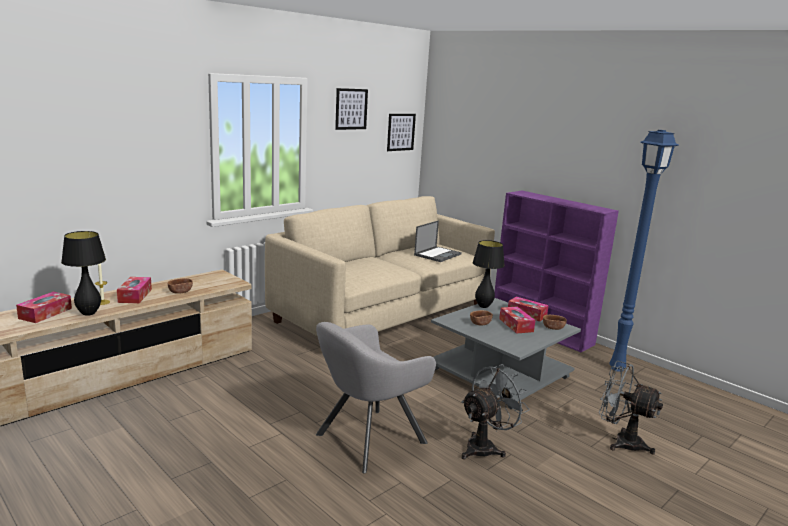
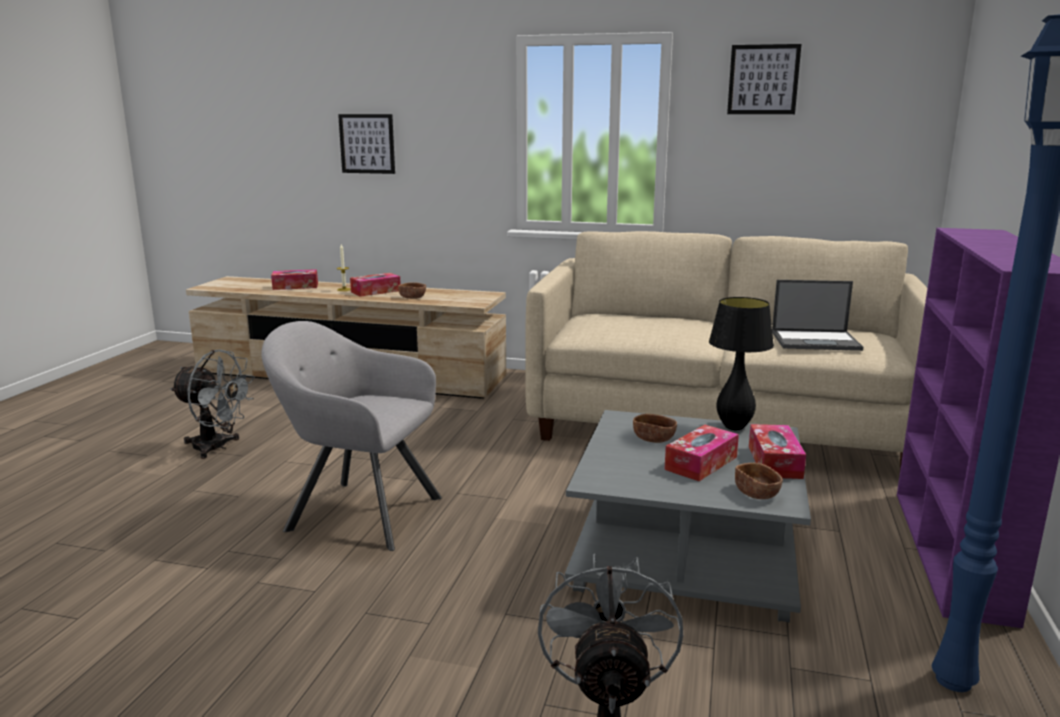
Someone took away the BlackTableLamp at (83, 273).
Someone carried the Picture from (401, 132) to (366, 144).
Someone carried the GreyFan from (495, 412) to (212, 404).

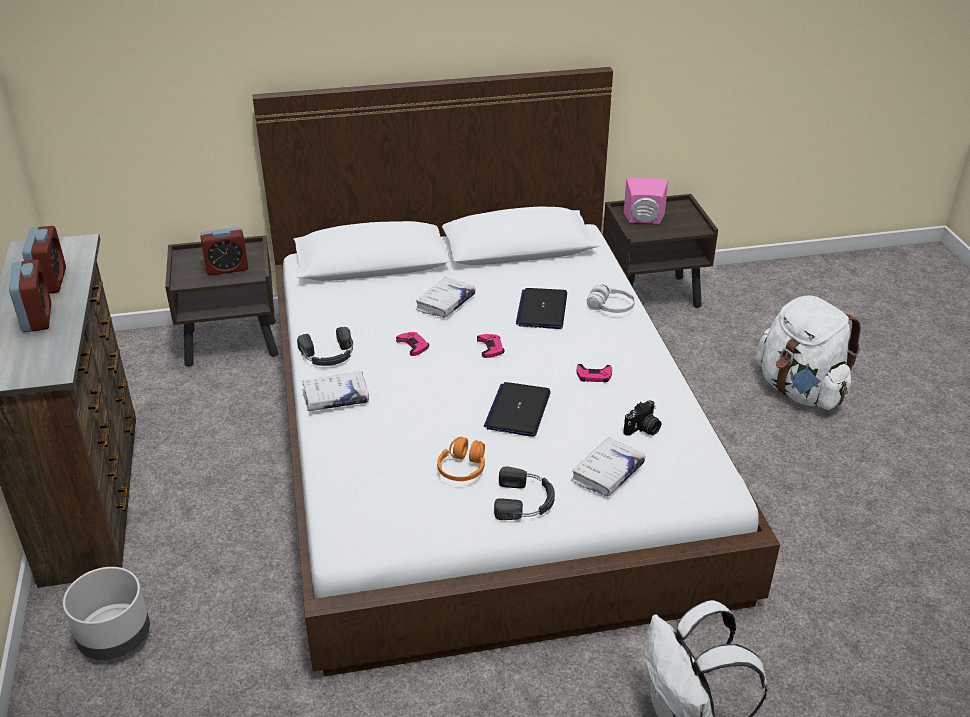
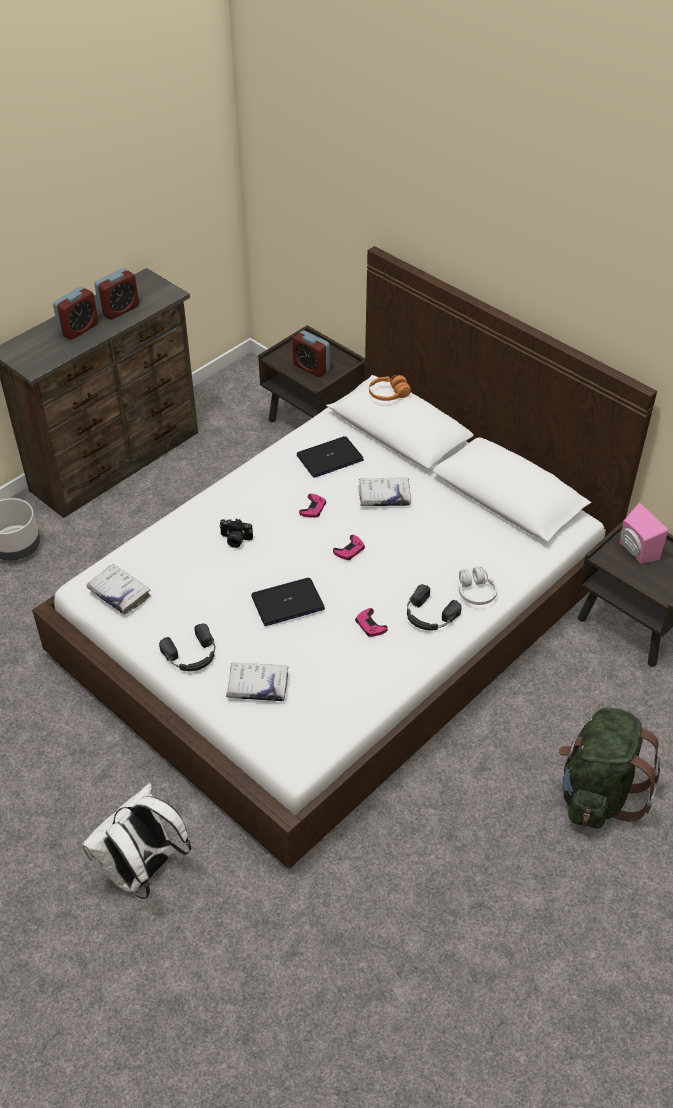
Someone carried the BlackHeadphones from (325, 346) to (434, 607).
Someone carried the WhiteBook from (335, 391) to (119, 589).
Someone carried the OrangeHeadphones from (461, 459) to (390, 388).
Someone carried the Laptop from (541, 308) to (330, 457).
Someone carried the PhotoCamera from (642, 418) to (236, 533).
Someone repainted the WhiteBackpack at (808, 352), which became the GreenBackpack at (610, 768).

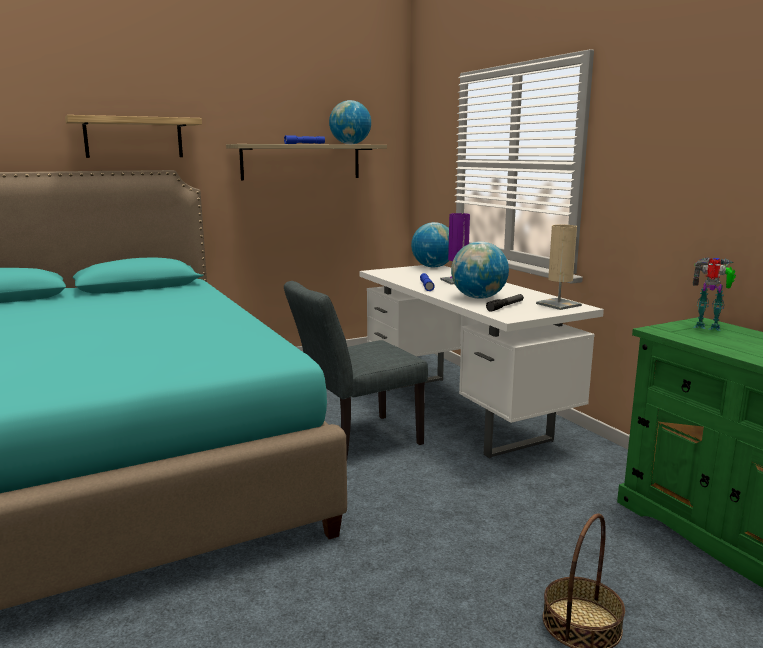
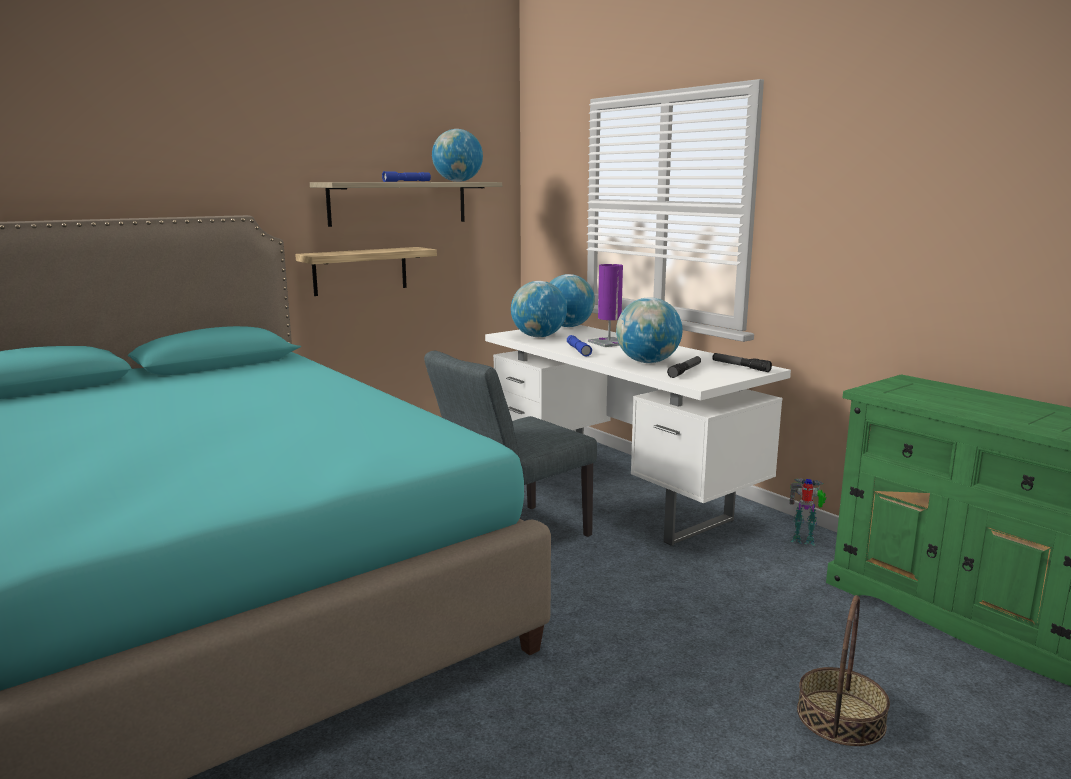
Someone put down the Globe at (539, 309).
Someone carried the Shelf from (133, 136) to (366, 271).
Someone carried the ToyRobot from (714, 294) to (808, 512).
Someone swapped the BeigeTableLamp at (559, 267) for the Flashlight at (742, 362).

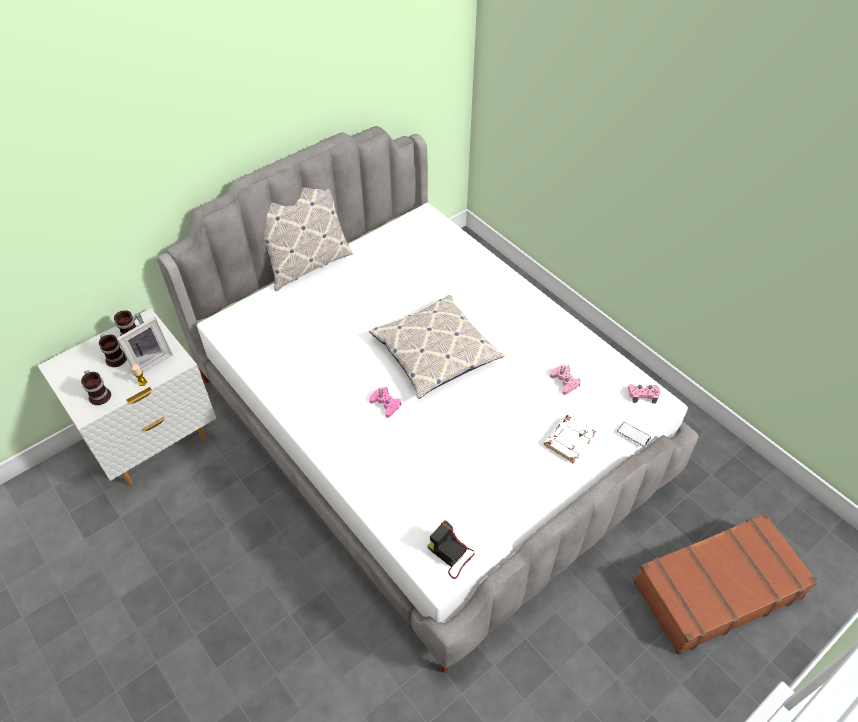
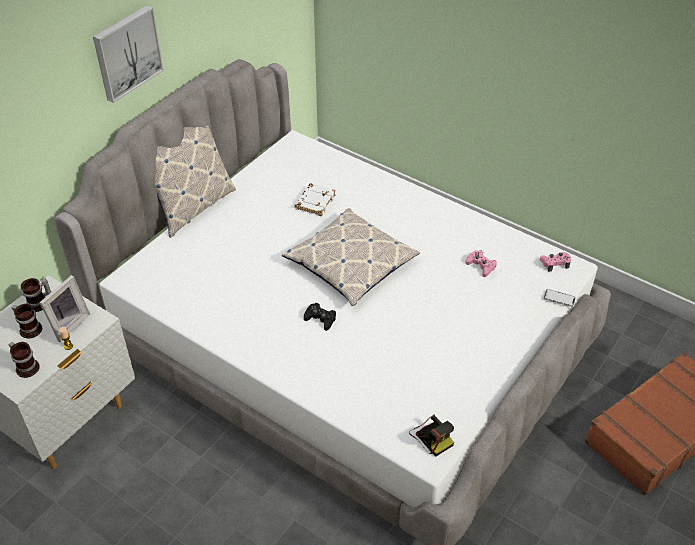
Someone put up the Picture at (128, 54).
Someone carried the WhiteBook from (569, 439) to (315, 200).
Someone repainted the PinkGameController at (385, 402), which became the BlackGameController at (320, 317).
Someone rotated the PhotoCamera at (451, 549) by 150 degrees counterclockwise.

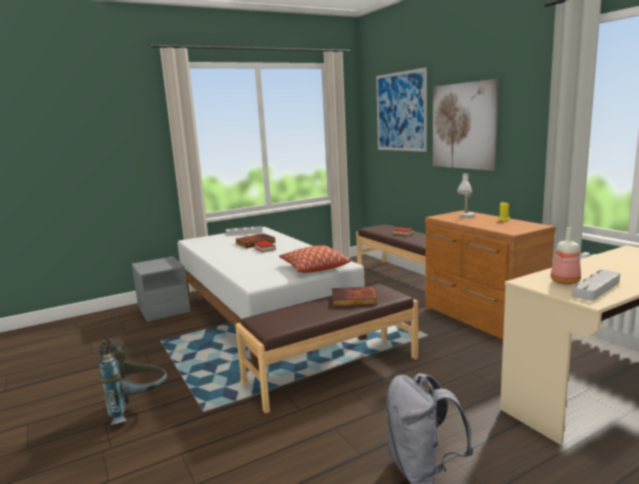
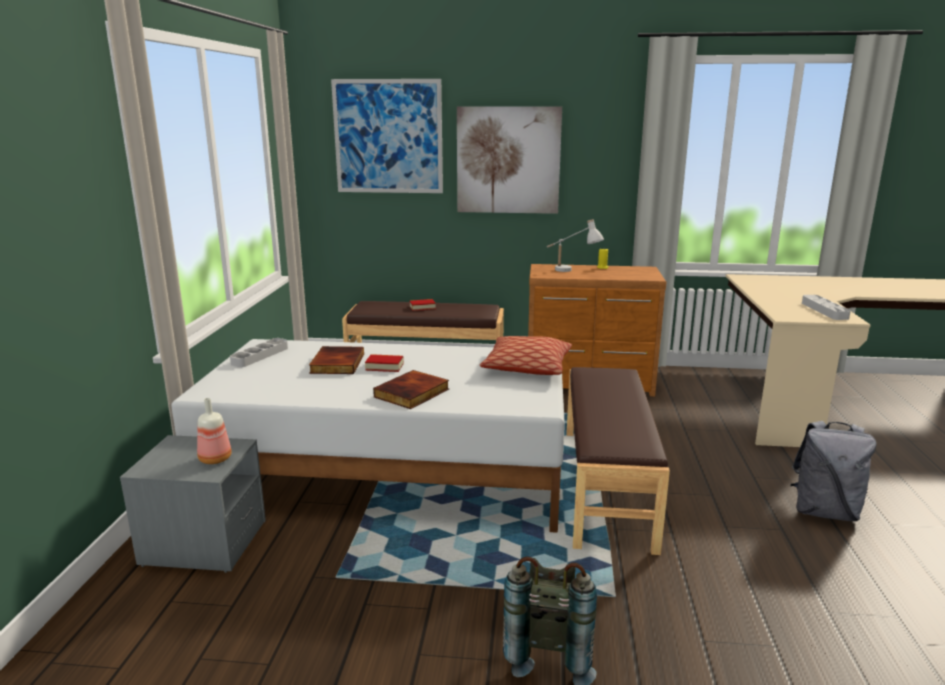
Someone carried the Book from (354, 296) to (411, 389).
Someone carried the Bottle from (566, 256) to (214, 431).

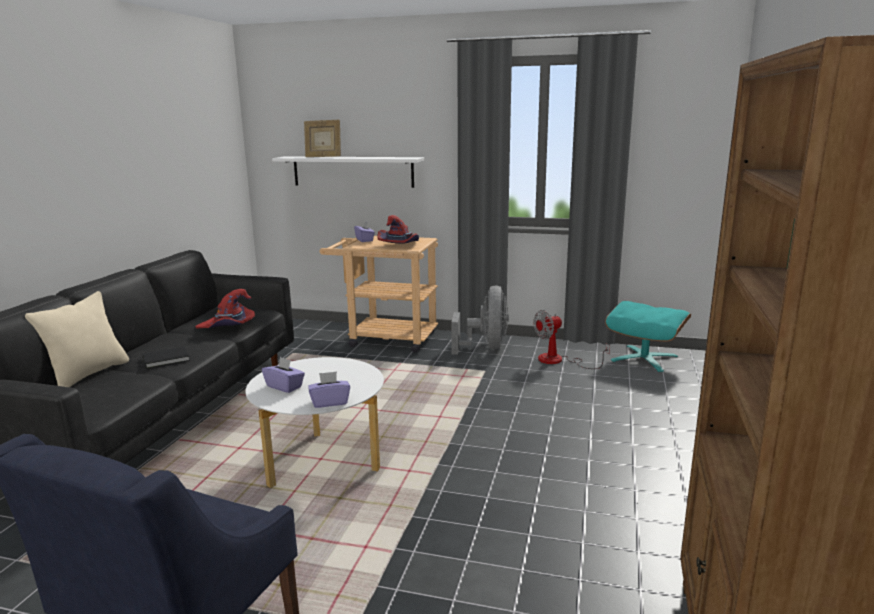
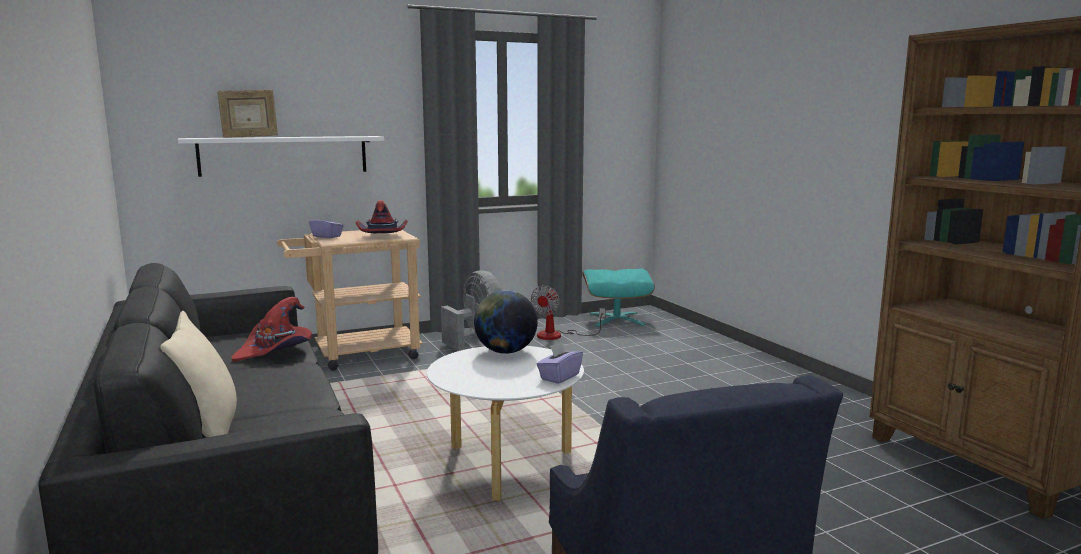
Someone took away the BlackBook at (166, 357).
Someone took away the PurpleTissueBox at (283, 375).
Someone put down the Globe at (506, 322).

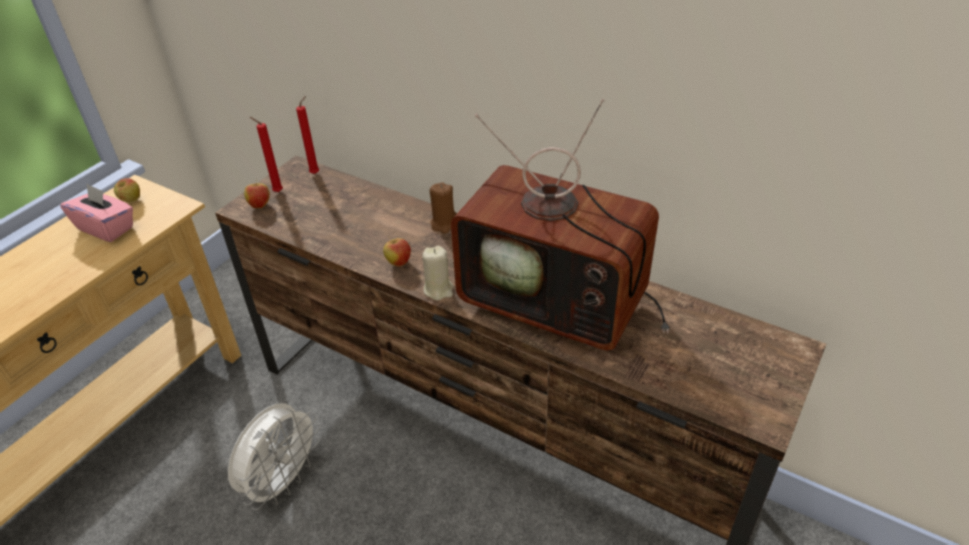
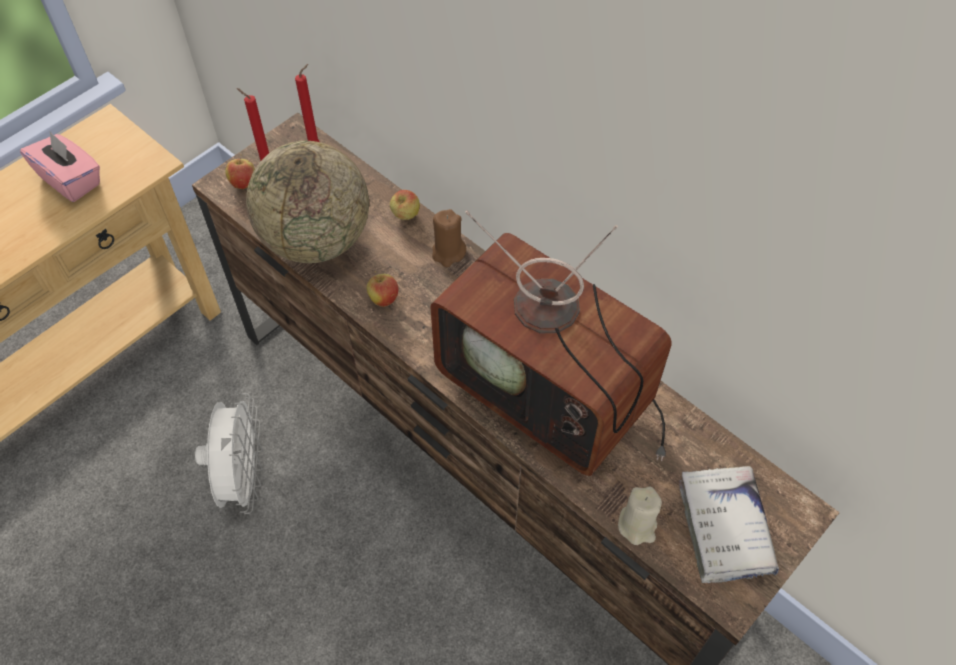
Someone put down the Globe at (307, 202).
Someone put down the WhiteBook at (729, 524).
Someone carried the Apple from (127, 190) to (405, 205).
Someone carried the BeigeCandle from (437, 273) to (640, 516).
Someone rotated the WhiteFan at (274, 456) by 45 degrees counterclockwise.

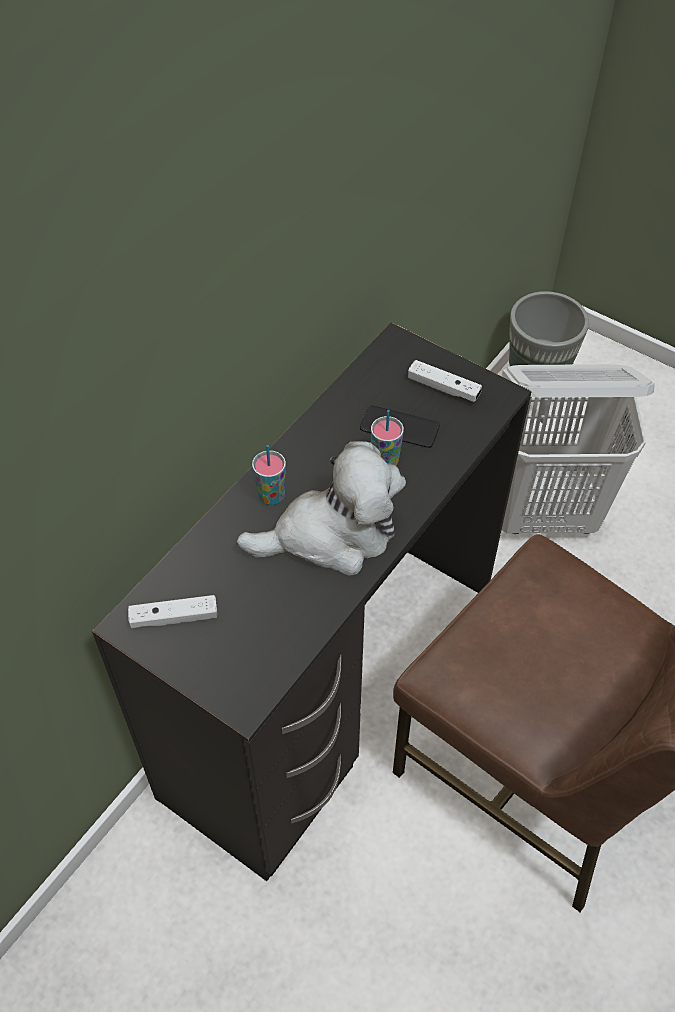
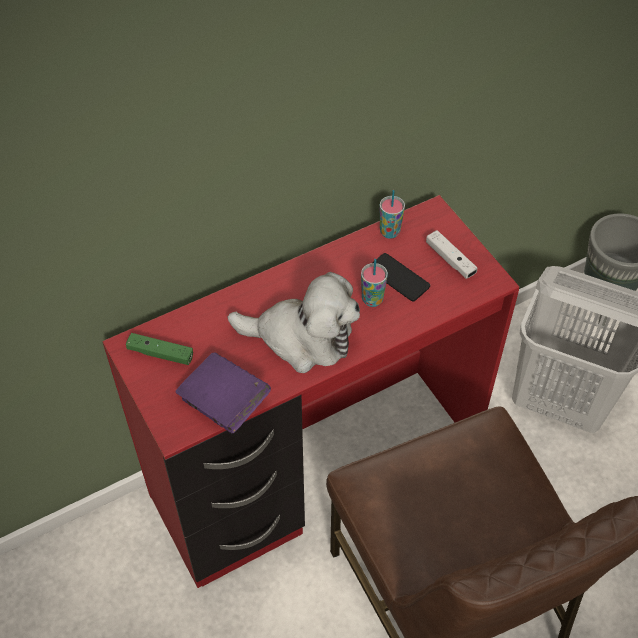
Someone put down the PurpleBook at (223, 393).
Someone carried the Cup from (269, 475) to (392, 214).
Someone repainted the BlackDesk at (311, 601), which became the RedDesk at (310, 391).
Someone repainted the WhiteGameController at (172, 611), which became the GreenGameController at (159, 349).

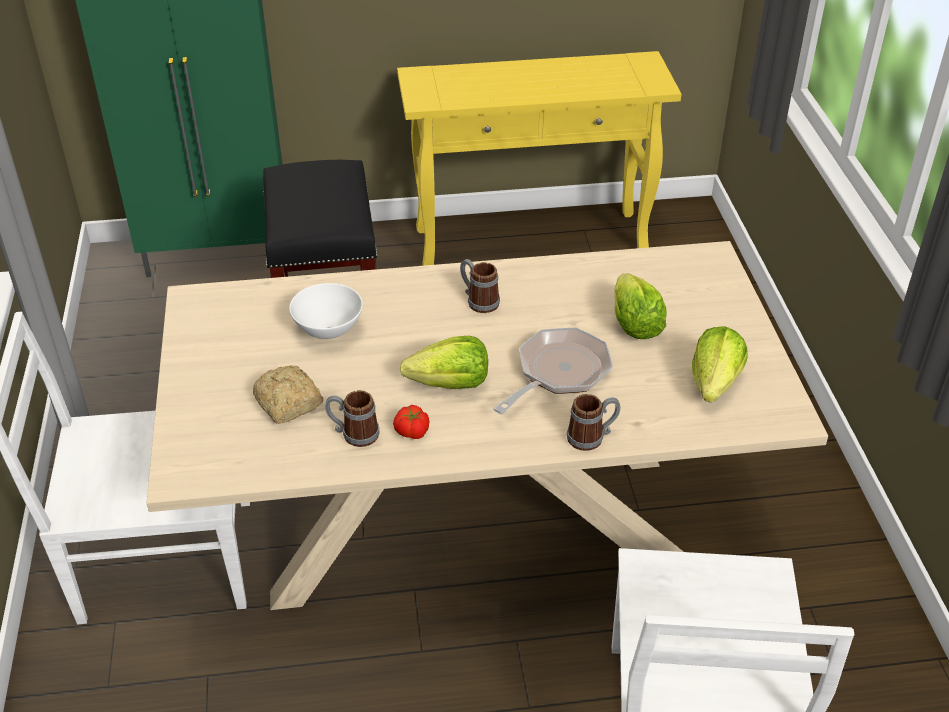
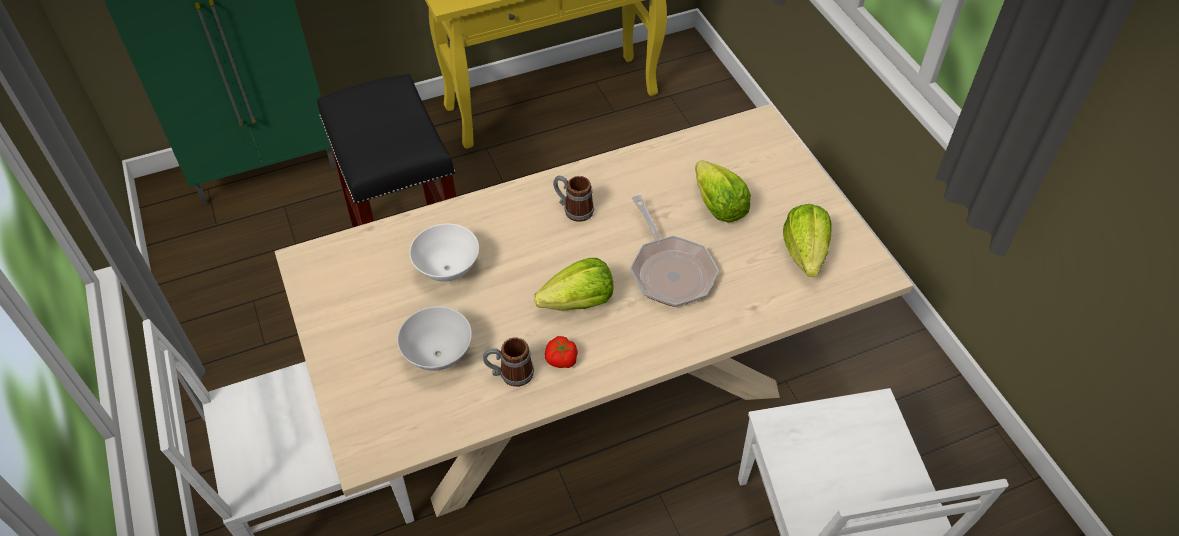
Someone took away the Mug at (594, 422).
Someone swapped the Bread at (288, 394) for the WhiteBowl at (434, 338).
Someone rotated the FryingPan at (553, 370) by 135 degrees clockwise.

